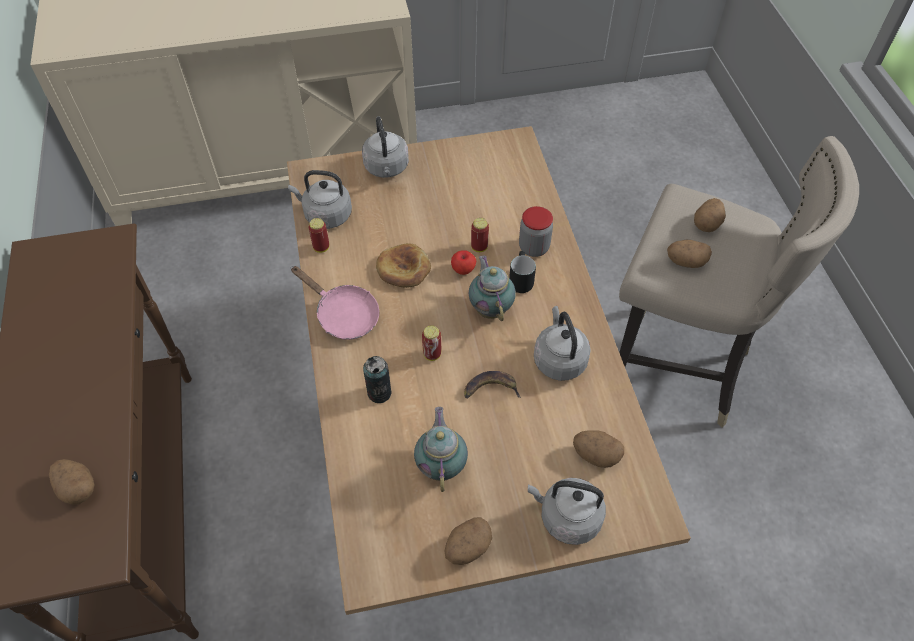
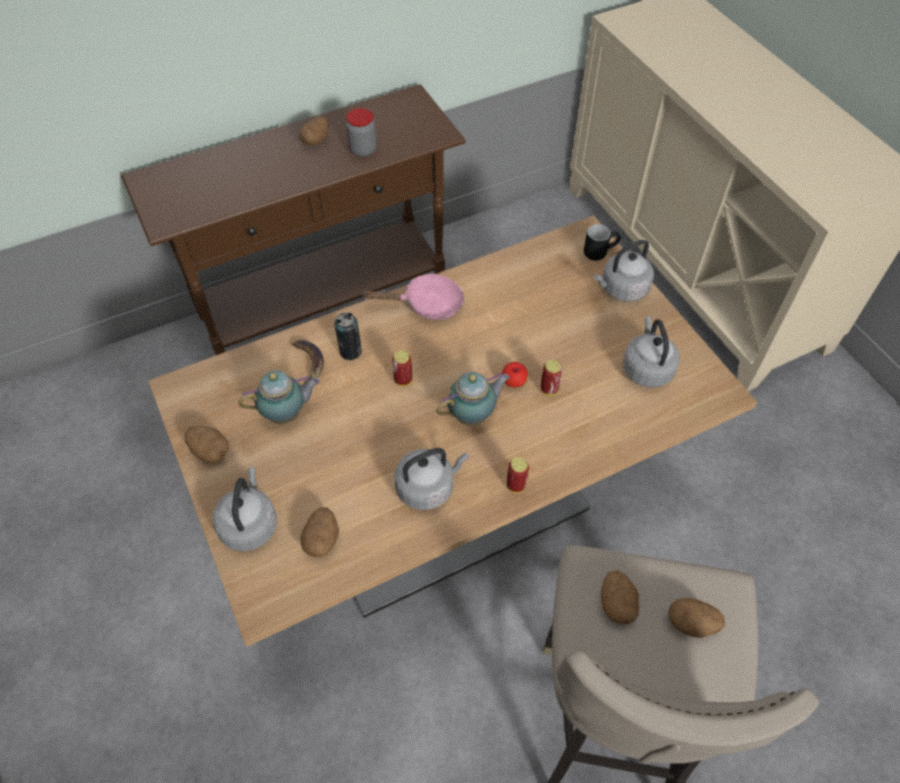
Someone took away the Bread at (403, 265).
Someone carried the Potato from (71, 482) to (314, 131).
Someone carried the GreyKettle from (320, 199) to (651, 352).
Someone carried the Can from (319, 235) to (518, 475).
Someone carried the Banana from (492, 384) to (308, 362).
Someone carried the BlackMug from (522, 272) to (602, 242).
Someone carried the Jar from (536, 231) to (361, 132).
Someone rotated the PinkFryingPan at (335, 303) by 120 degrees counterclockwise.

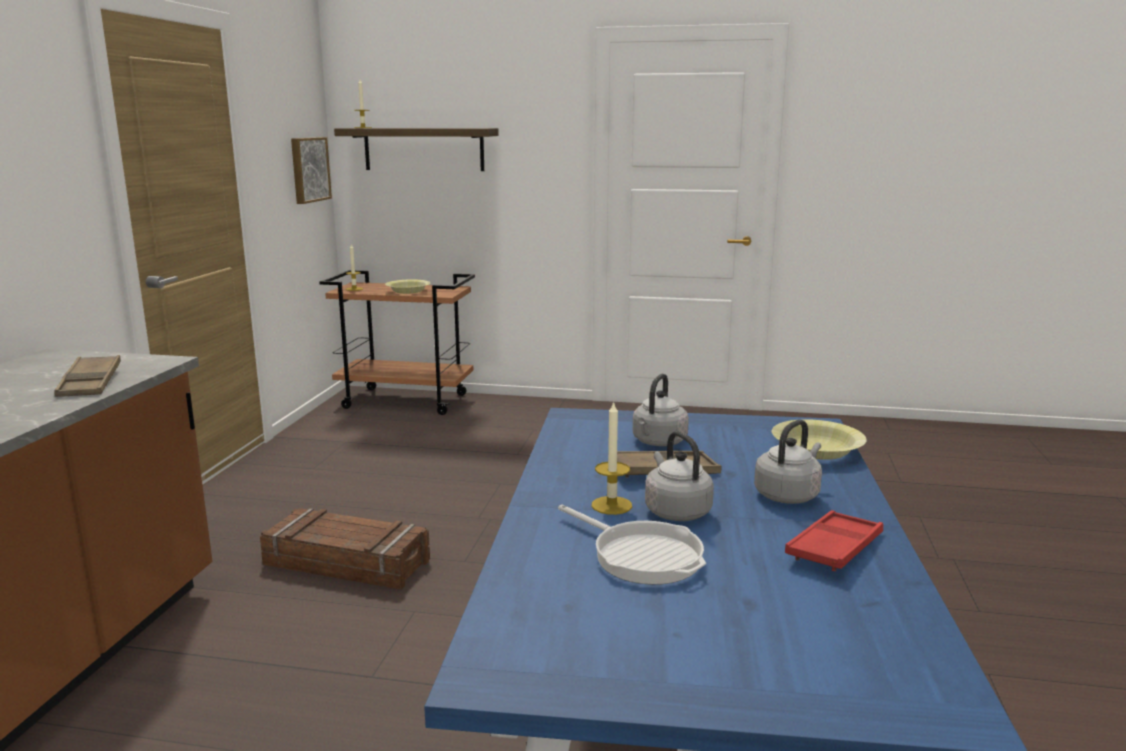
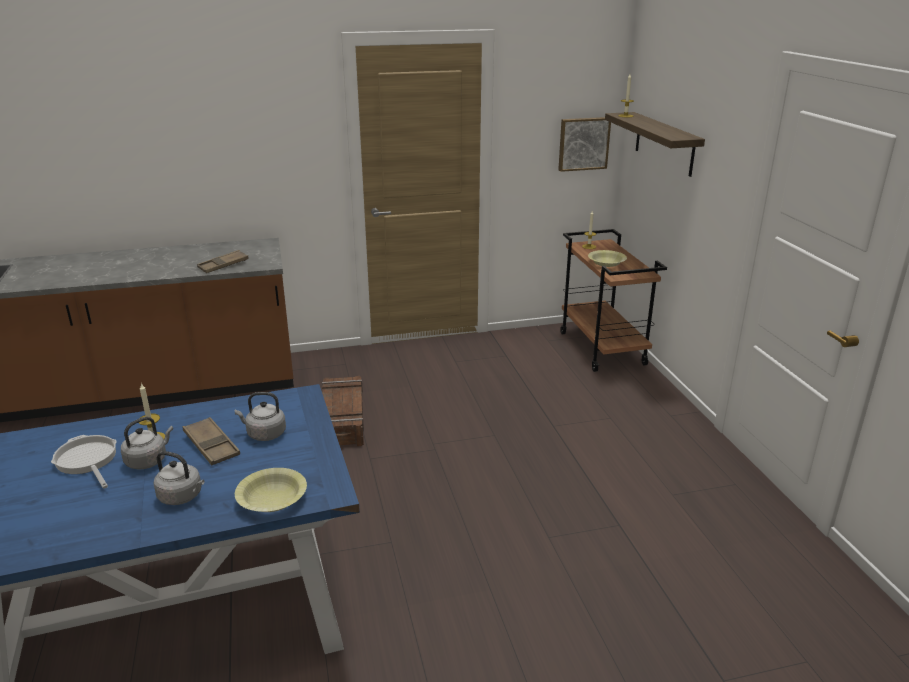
Someone took away the RedTray at (834, 540).
Someone rotated the FryingPan at (632, 545) by 120 degrees clockwise.

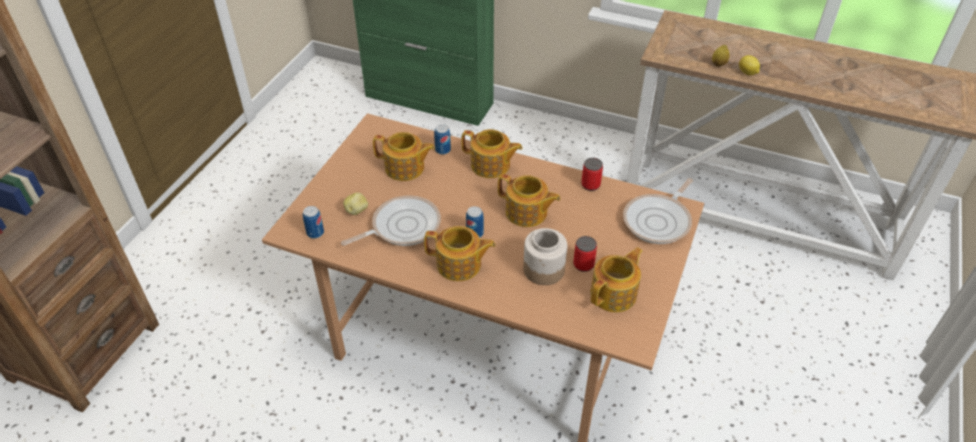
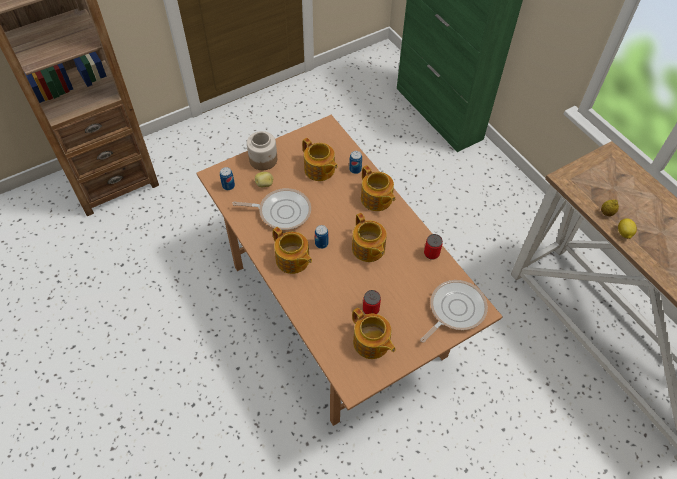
Someone carried the Jar from (545, 256) to (262, 150).
Someone rotated the Teapot at (616, 279) by 60 degrees clockwise.
Someone rotated the FryingPan at (658, 211) by 150 degrees clockwise.

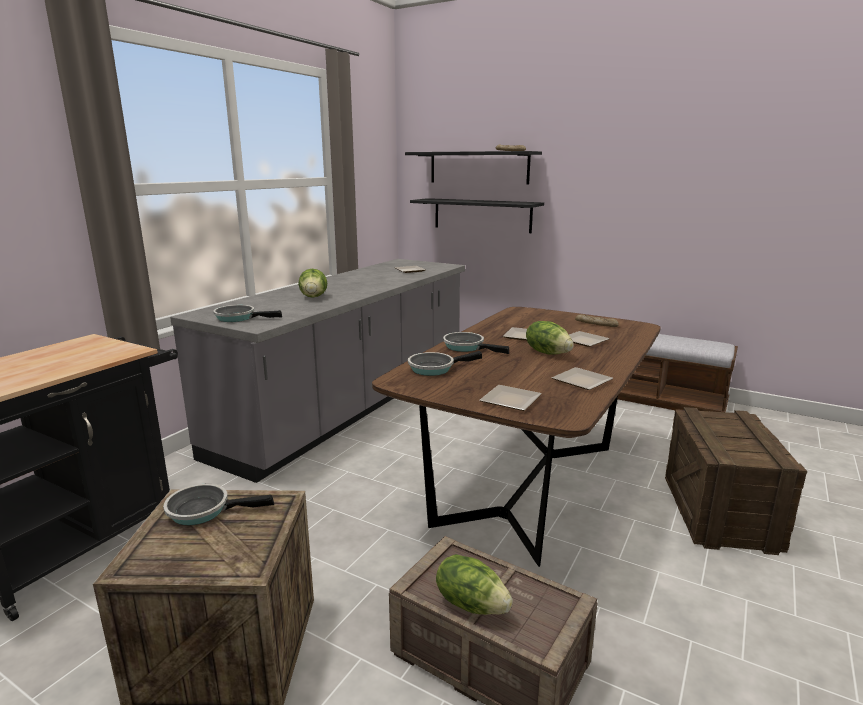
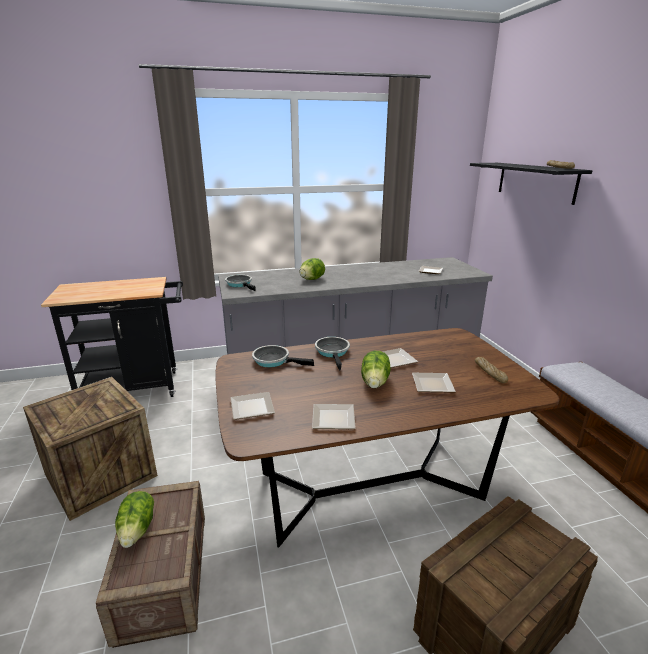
Someone took away the FryingPan at (218, 504).
Someone took away the BlackShelf at (477, 215).

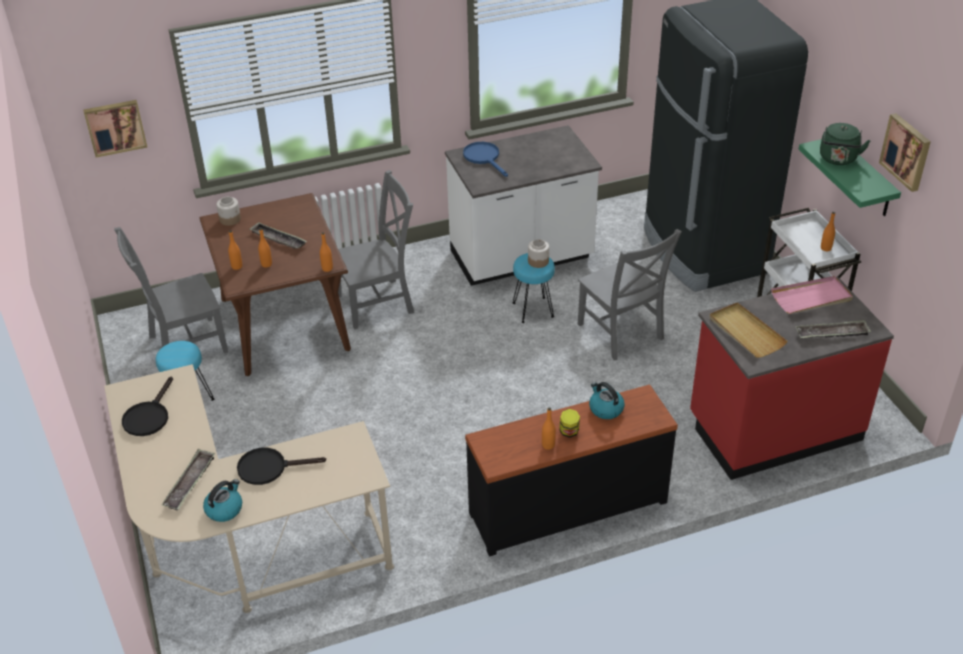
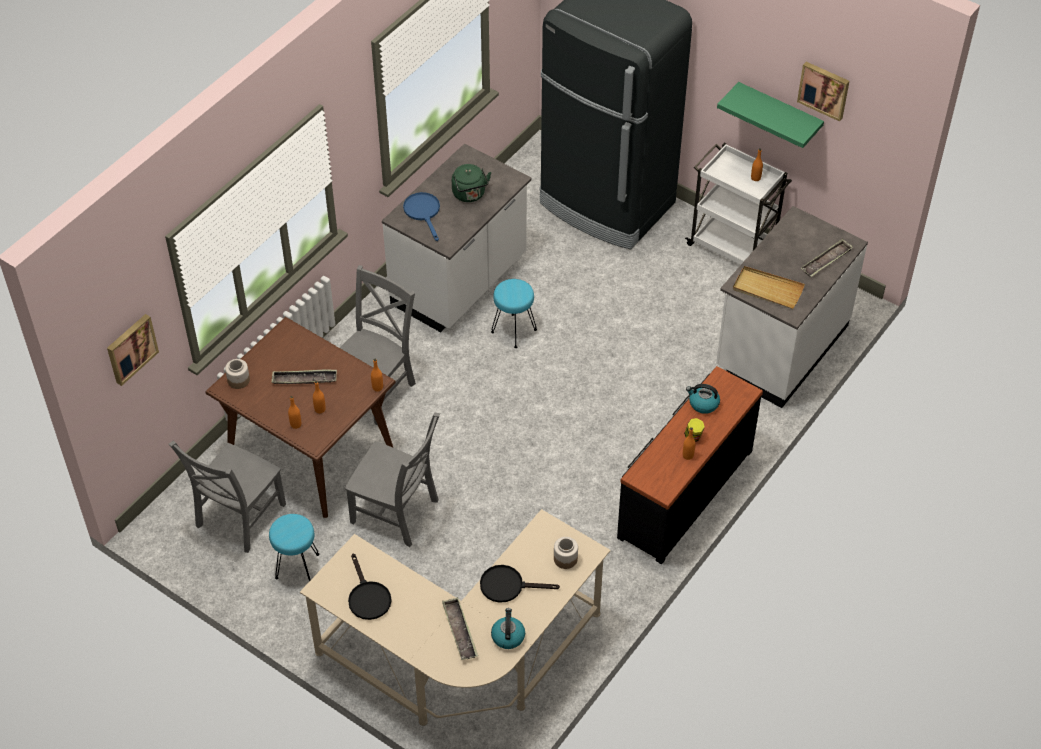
Someone took away the PinkTray at (812, 295).
Someone carried the Jar from (538, 253) to (566, 553).
Someone carried the GreyChair from (630, 295) to (392, 479).
Someone carried the GreenKettle from (845, 144) to (471, 183).
Someone repainted the RedCounter at (792, 378), which became the WhiteCounter at (792, 307).
Someone rotated the BlackFryingPan at (281, 466) by 45 degrees clockwise.
Someone rotated the BlueFryingPan at (485, 159) by 45 degrees clockwise.

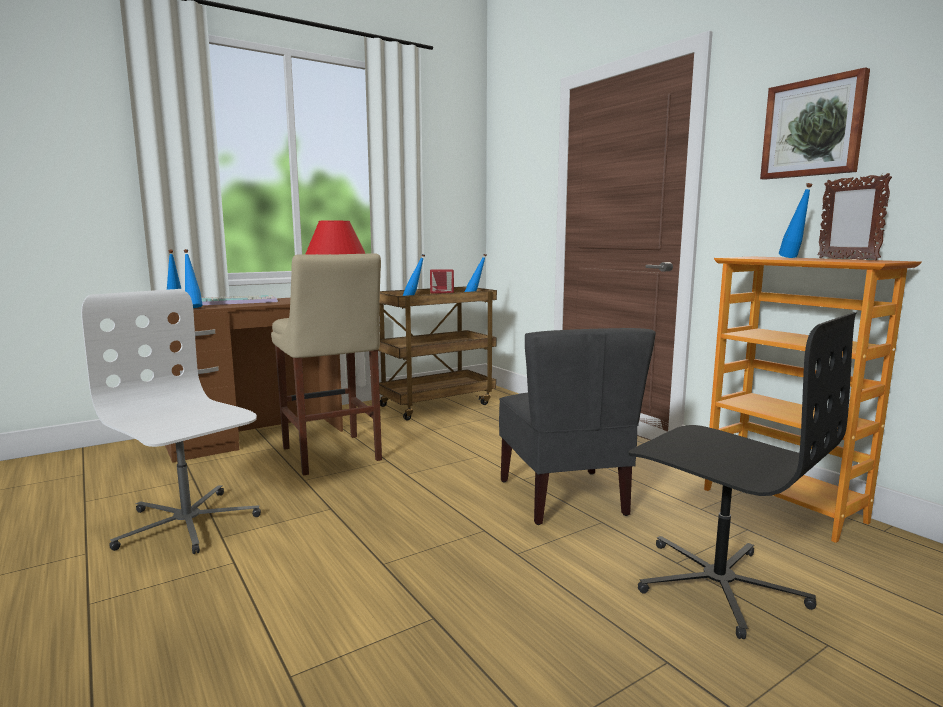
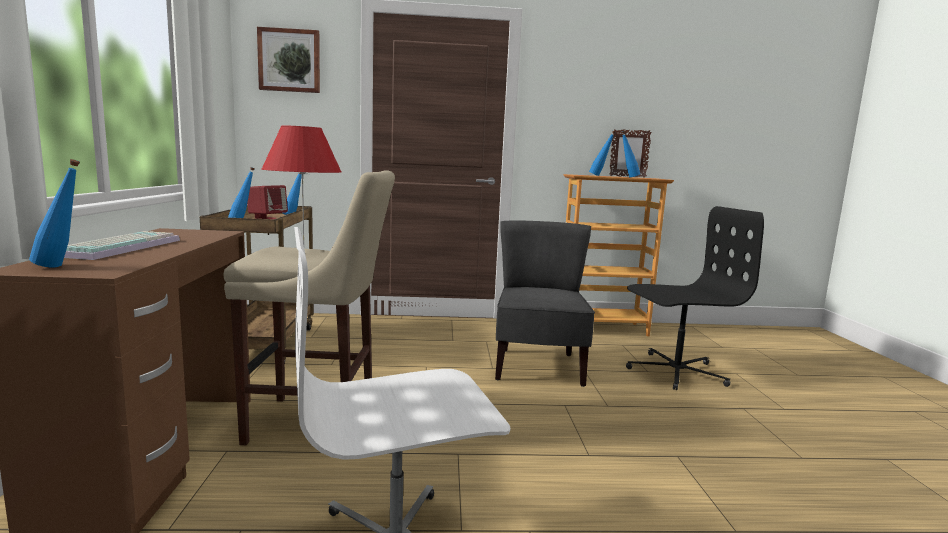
Someone carried the BlueBottle from (193, 278) to (630, 154).
Someone carried the Picture from (815, 123) to (288, 60).
Someone rotated the GreyChair at (577, 426) by 105 degrees counterclockwise.

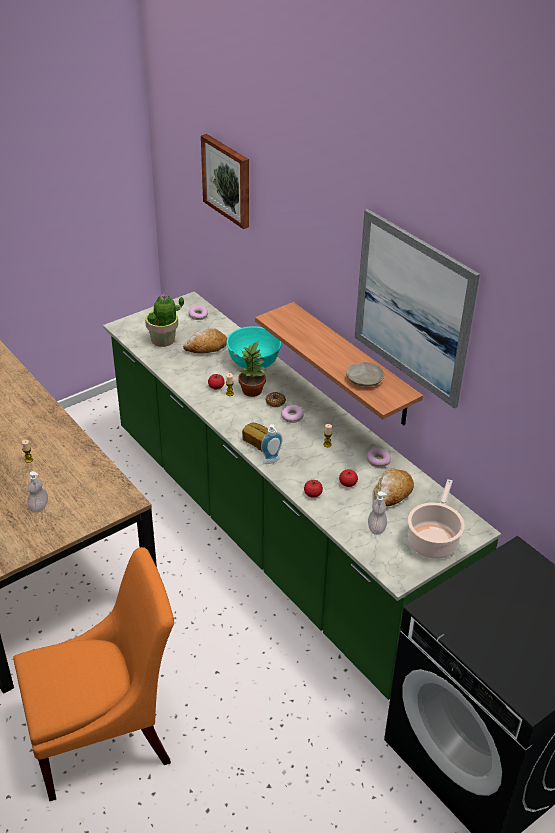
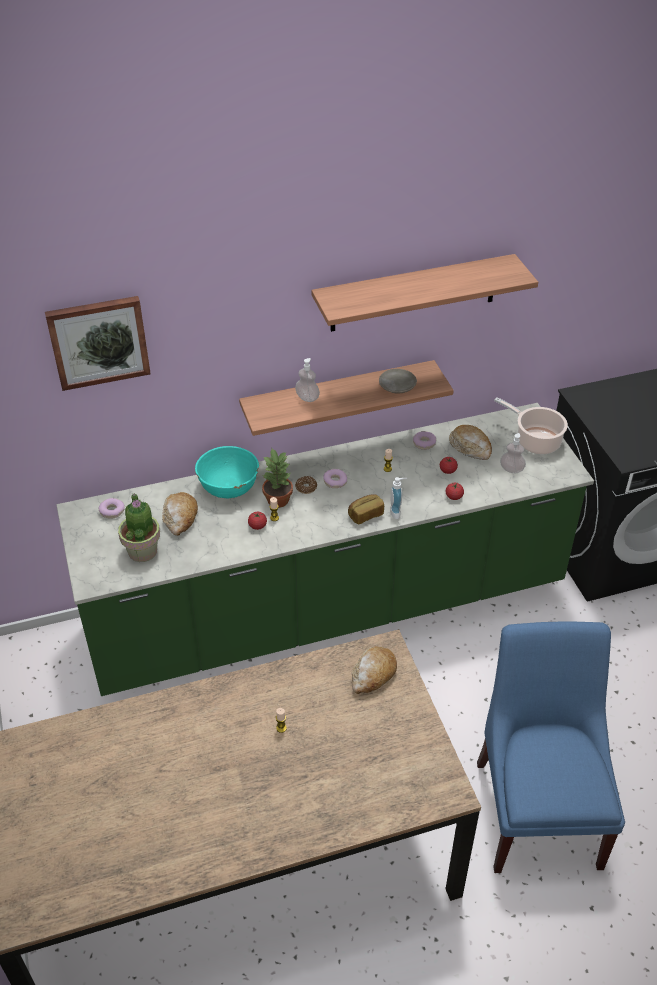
Someone put down the Bread at (374, 670).
Someone carried the SoapDispenser from (37, 492) to (307, 380).
Someone swapped the Picture at (417, 309) for the Shelf at (424, 293).
Someone repainted the OrangeChair at (93, 674), which became the BlueChair at (551, 747).

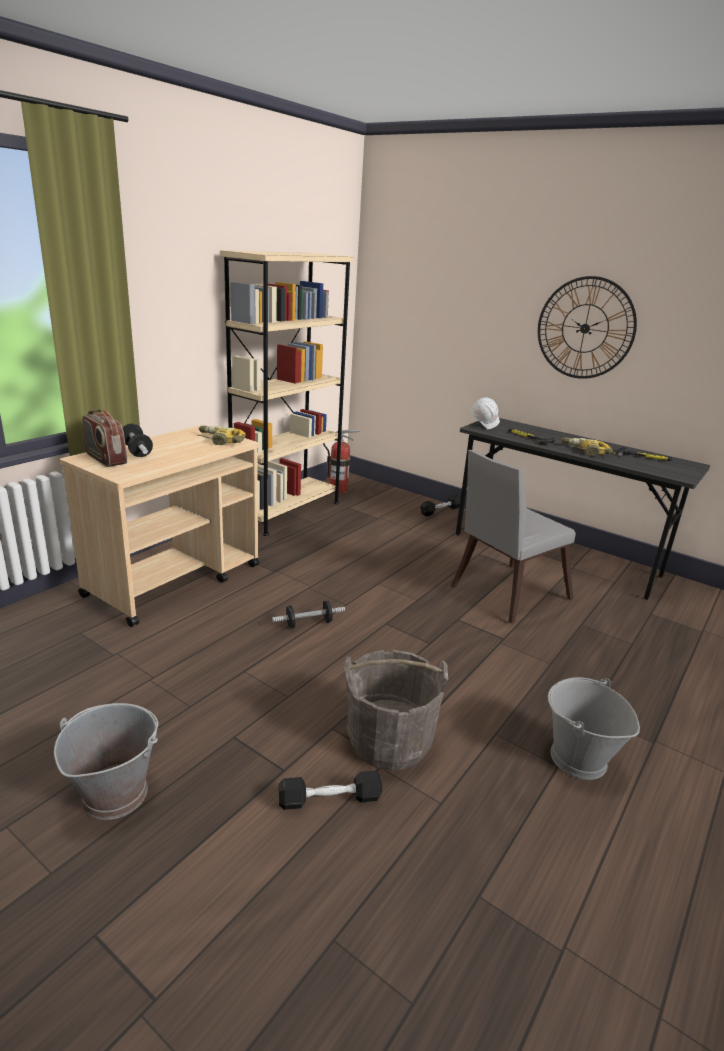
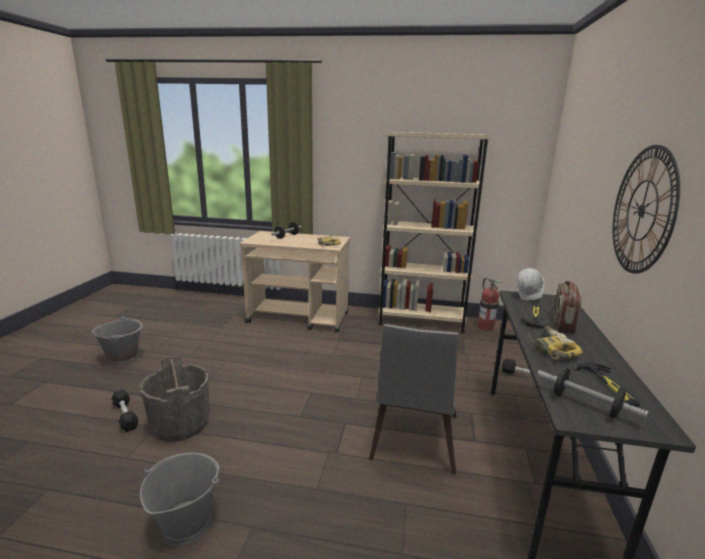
Someone carried the Radio from (104, 438) to (567, 307).
Someone carried the Dumbbell from (308, 614) to (592, 393).
Someone rotated the GreyChair at (513, 536) by 105 degrees counterclockwise.

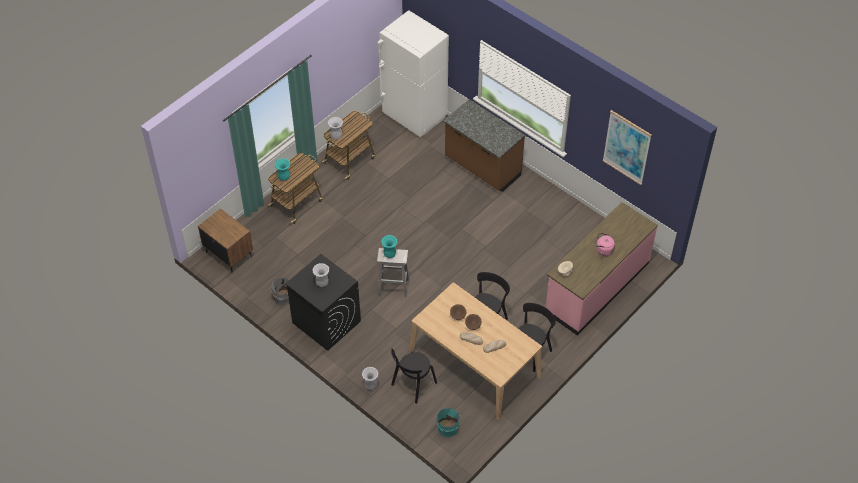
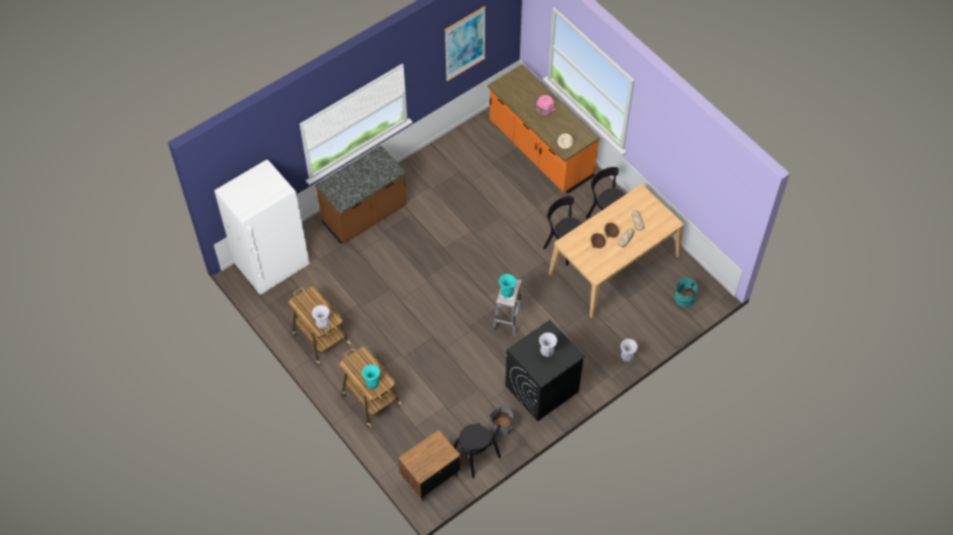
Someone carried the BlackChair from (414, 376) to (477, 450).
Someone repainted the PinkCounter at (601, 268), which became the OrangeCounter at (543, 129).

